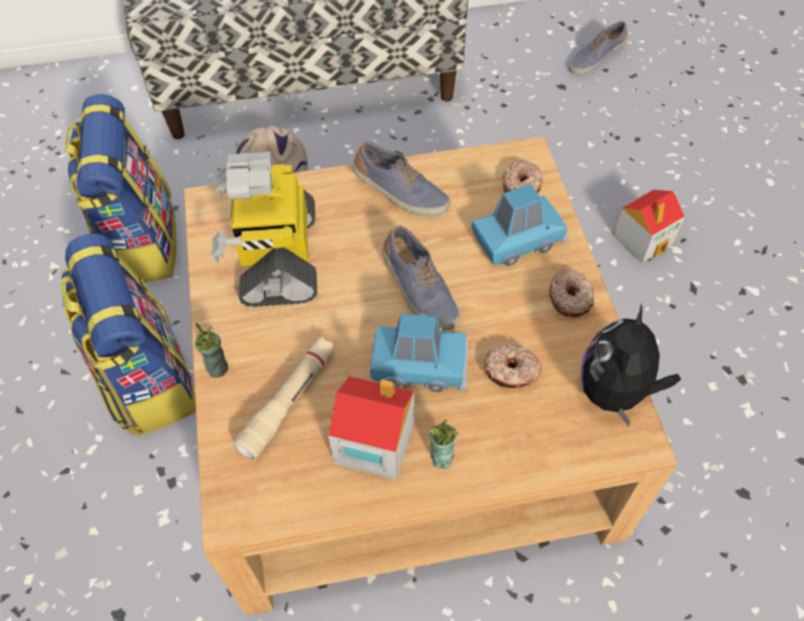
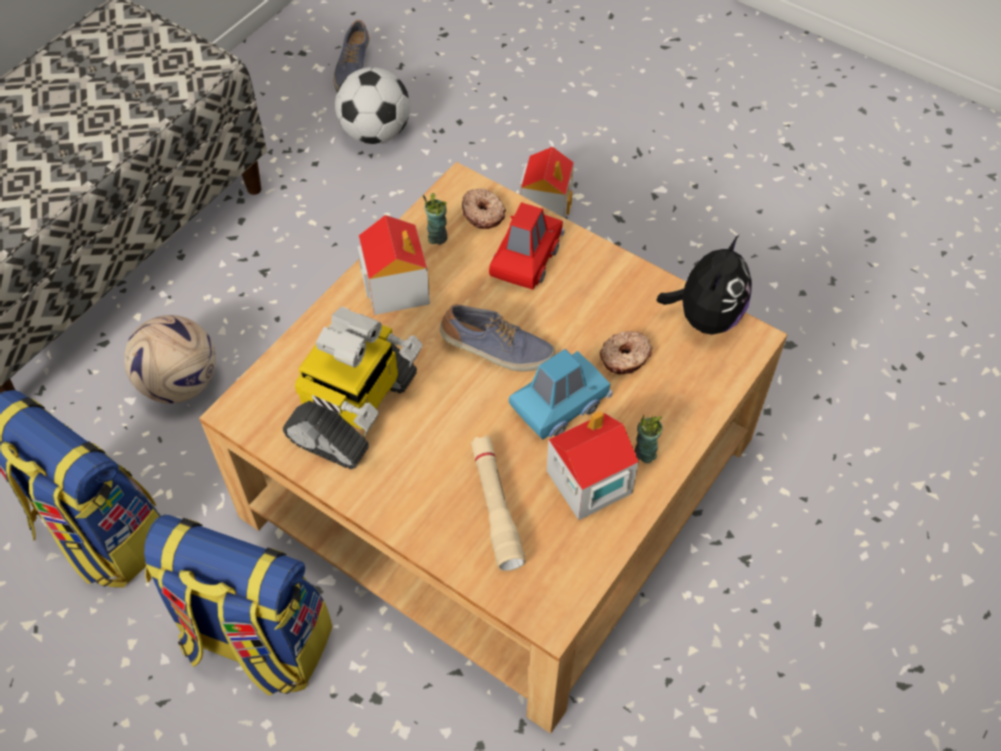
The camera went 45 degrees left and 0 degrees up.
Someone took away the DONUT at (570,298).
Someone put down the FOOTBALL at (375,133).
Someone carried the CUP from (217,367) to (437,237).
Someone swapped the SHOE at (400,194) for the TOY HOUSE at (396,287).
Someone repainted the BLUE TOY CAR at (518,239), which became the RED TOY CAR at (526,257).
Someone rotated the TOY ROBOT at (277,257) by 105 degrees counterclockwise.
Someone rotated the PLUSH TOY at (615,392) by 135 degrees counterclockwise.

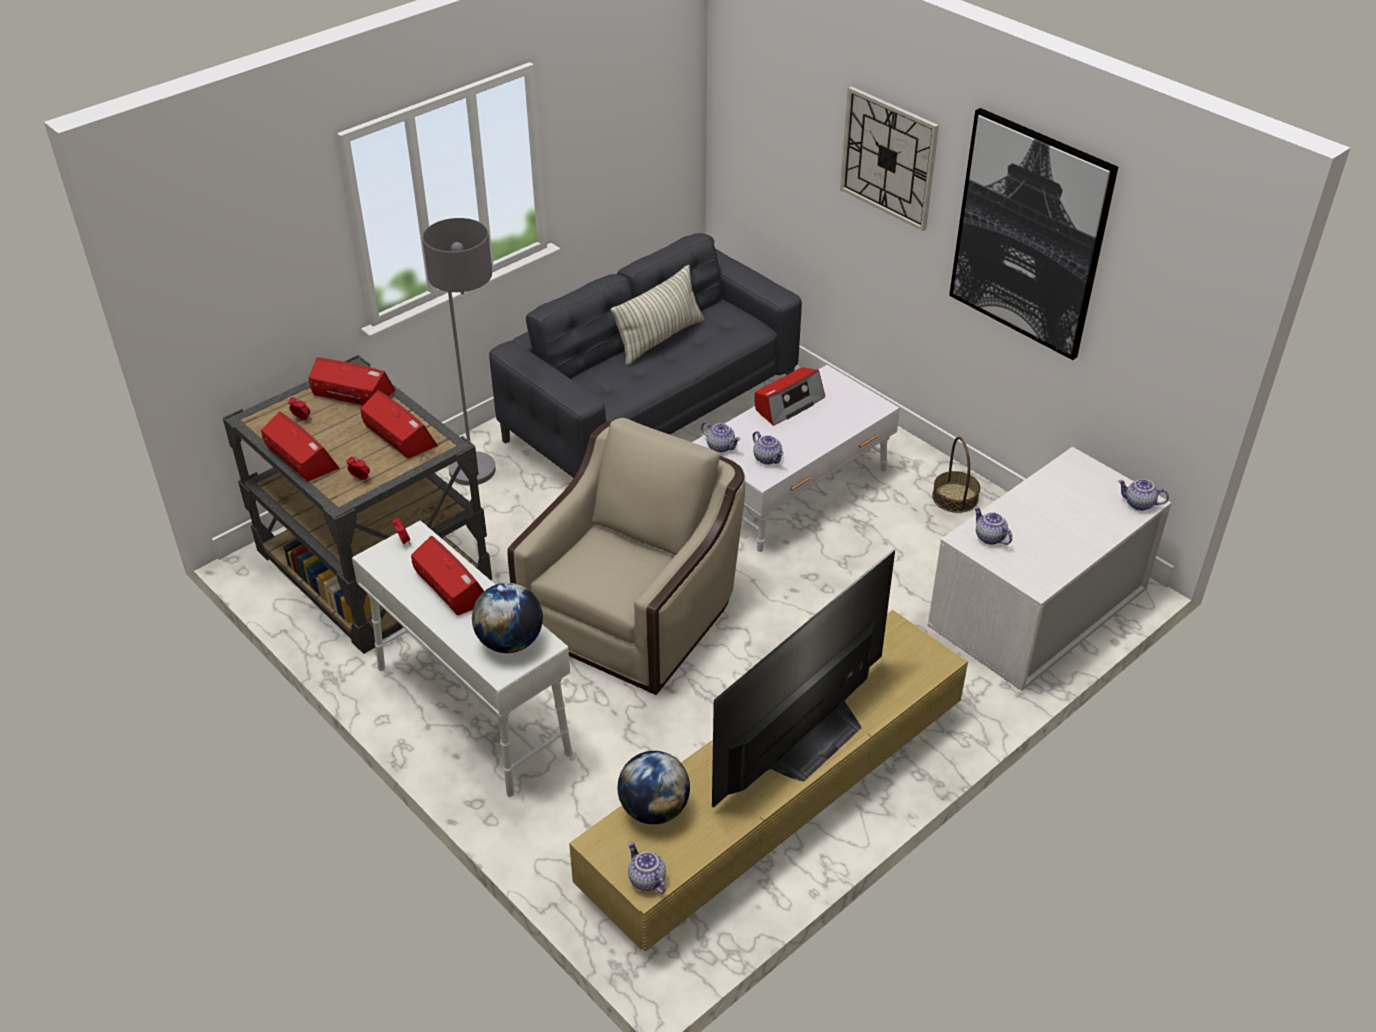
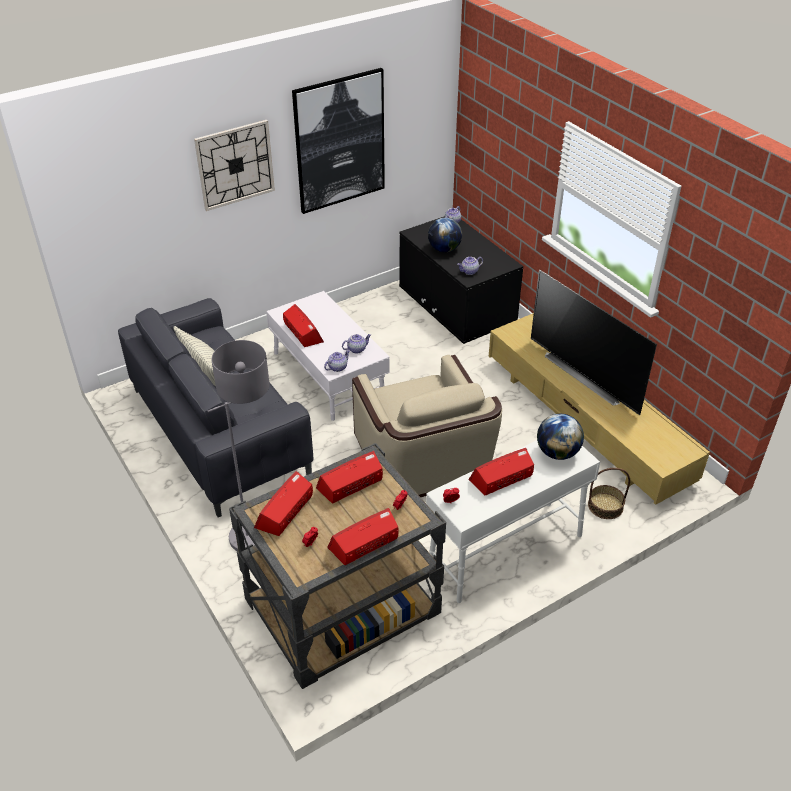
The camera went 80 degrees left and 0 degrees up.
Someone took away the TEAPOT at (646,880).
Someone carried the GLOBE from (654,809) to (444,249).
Someone carried the BASKET from (955,498) to (605,506).
Someone repainted the WHITE CABINET at (1037,607), which became the BLACK CABINET at (457,303).
Someone rotated the BEIGE ARMCHAIR at (635,608) by 150 degrees counterclockwise.

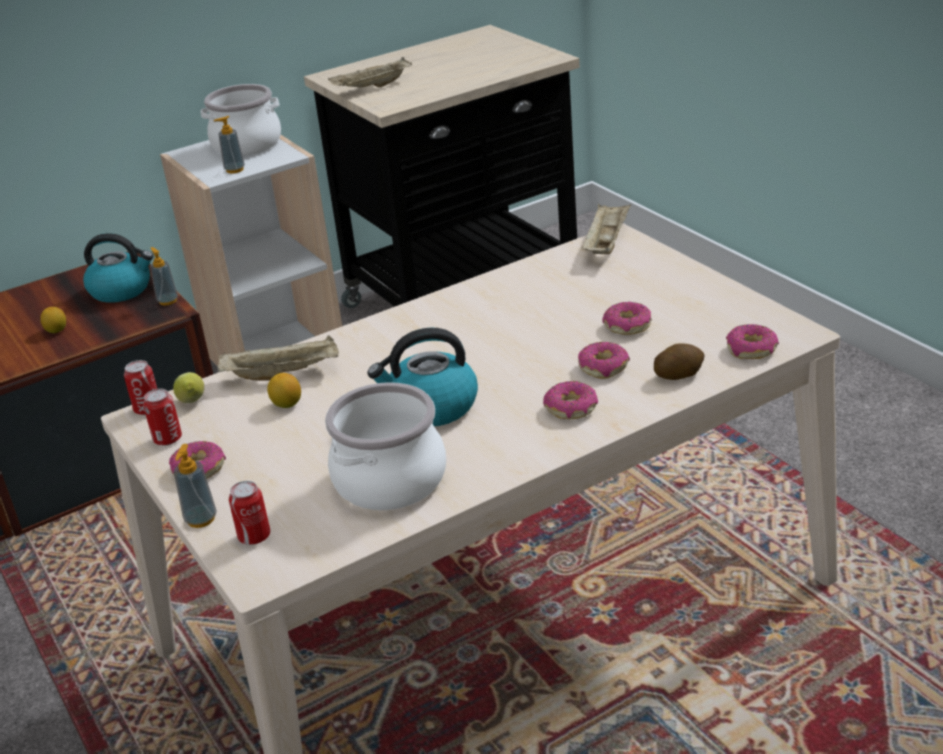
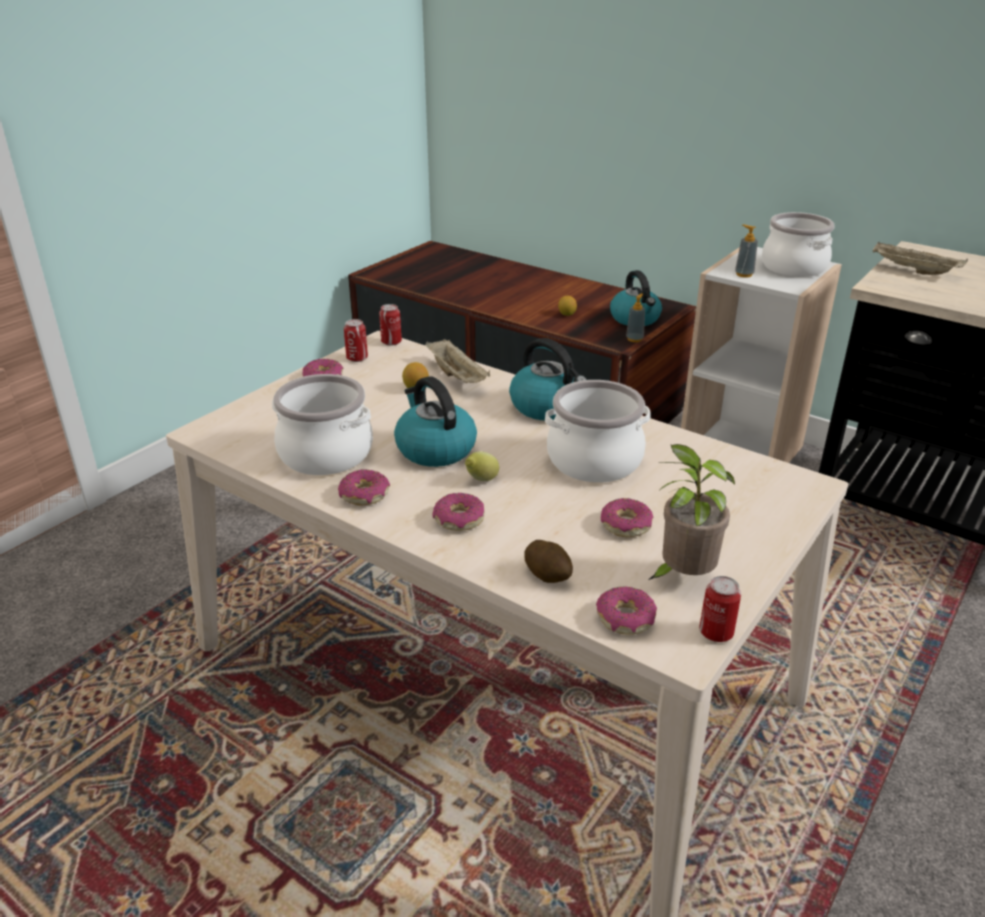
The camera went 65 degrees right and 0 degrees up.
Someone took away the SOAP DISPENSER at (201,519).
Someone took away the BEIGE TRAY at (606,243).
Someone put down the KETTLE at (548,407).
Someone put down the COOKING POT at (594,460).
Someone put down the POTTED PLANT at (682,577).
Someone carried the LEMON from (192,402) to (481,480).
Someone carried the CAN from (254,536) to (716,632).
Someone carried the DONUT from (603,367) to (365,495).

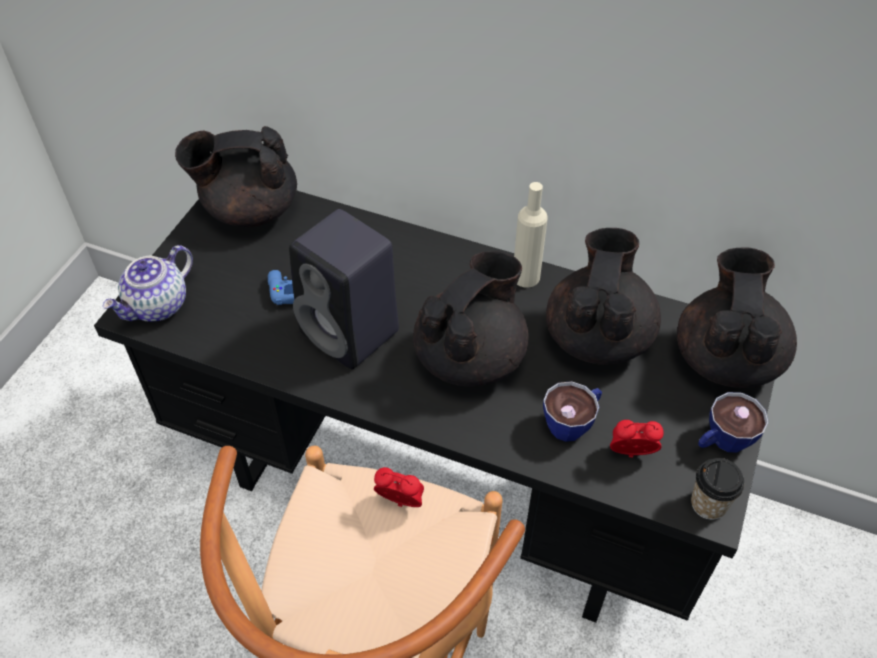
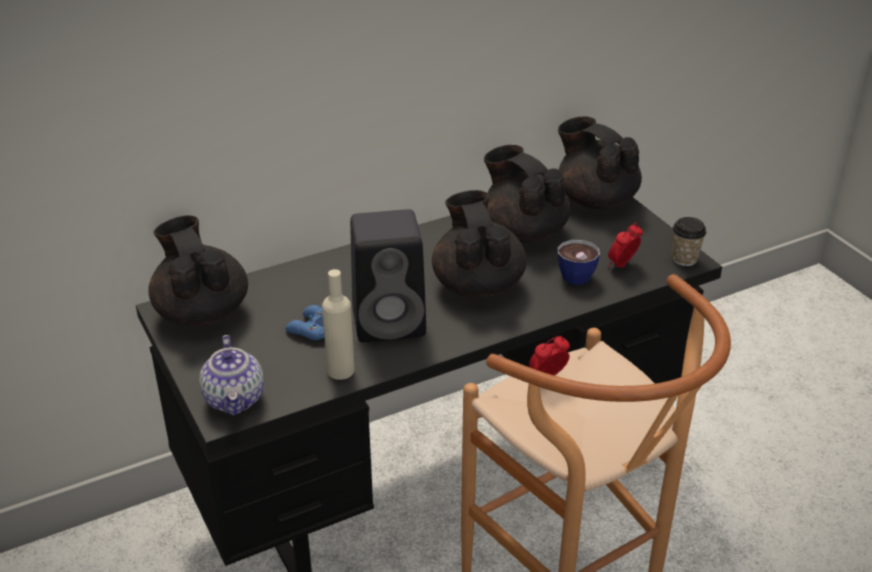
The camera went 50 degrees left and 15 degrees down.
Someone took away the CUP at (722,441).
Someone carried the BEIGE BOTTLE from (526,277) to (340,370).
Someone rotated the BLACK TEAPOT at (249,209) by 120 degrees clockwise.

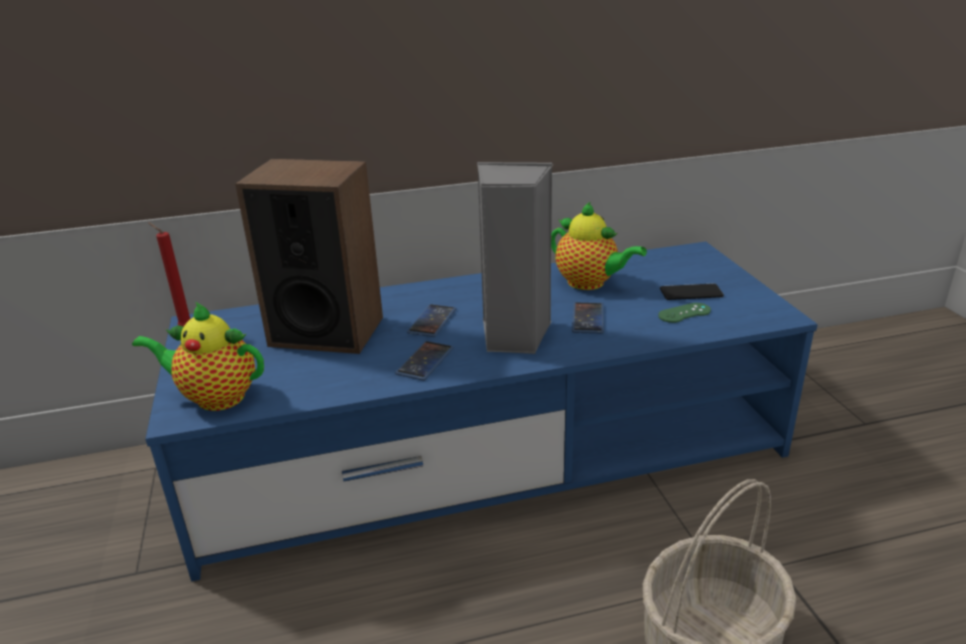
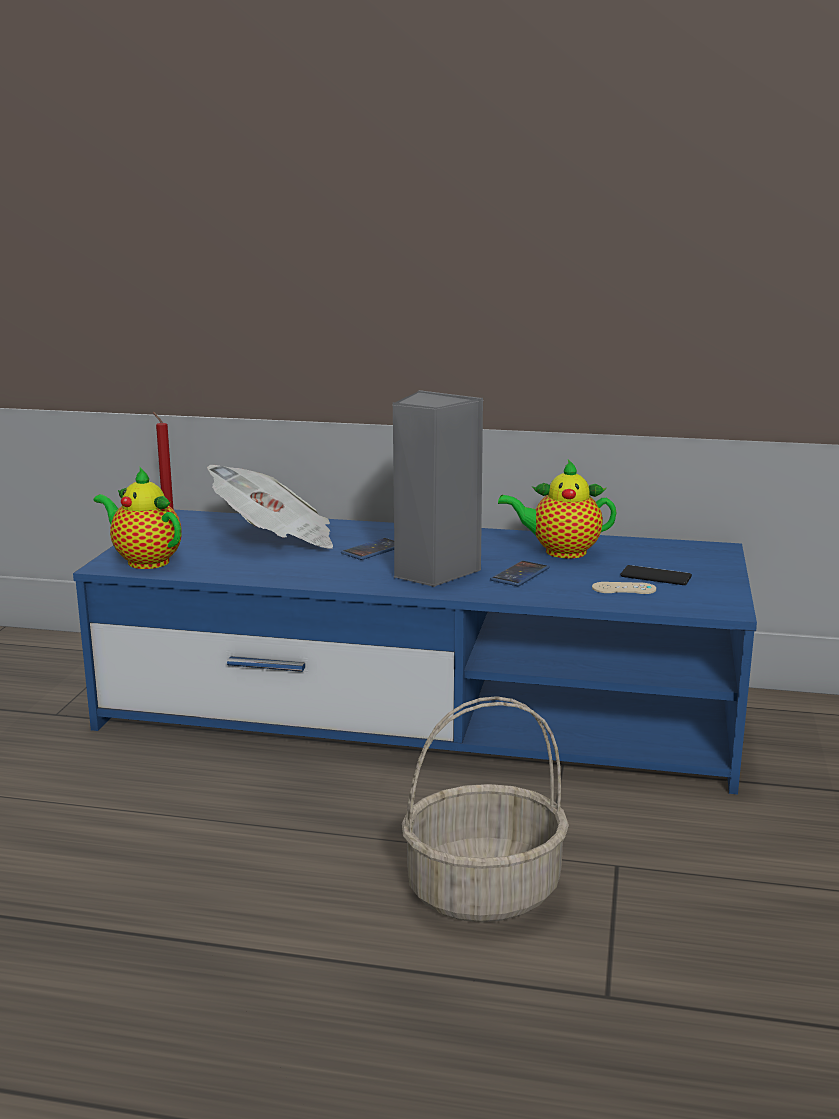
The camera went 25 degrees right and 10 degrees down.
Someone took away the PHONE at (425,361).
Someone swapped the SPEAKER at (326,331) for the NEWSPAPER at (276,539).
Someone repainted the GREEN GAME CONTROLLER at (684,313), which became the BEIGE GAME CONTROLLER at (624,588).
Someone rotated the TEAPOT at (589,283) by 120 degrees clockwise.

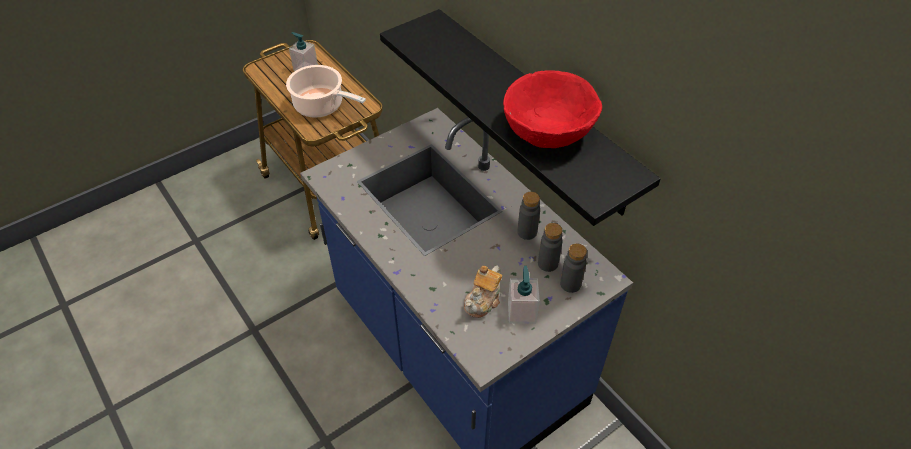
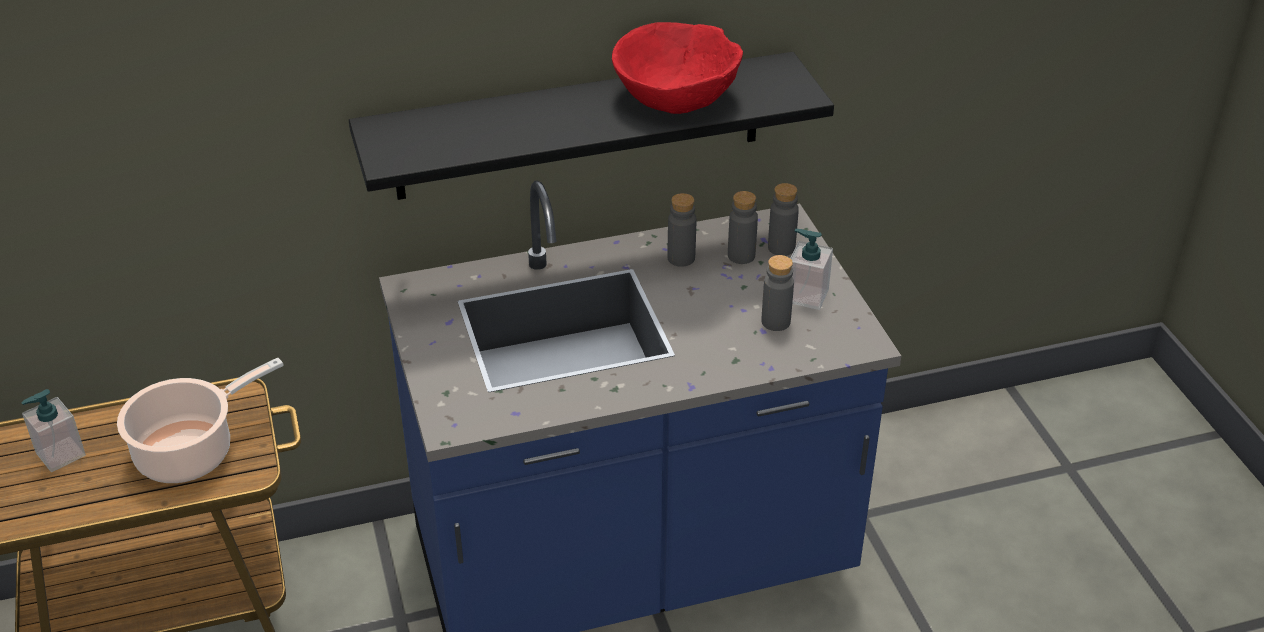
The camera went 70 degrees left and 10 degrees down.
Someone swapped the TEAPOT at (483,301) for the GREY BOTTLE at (775,322).

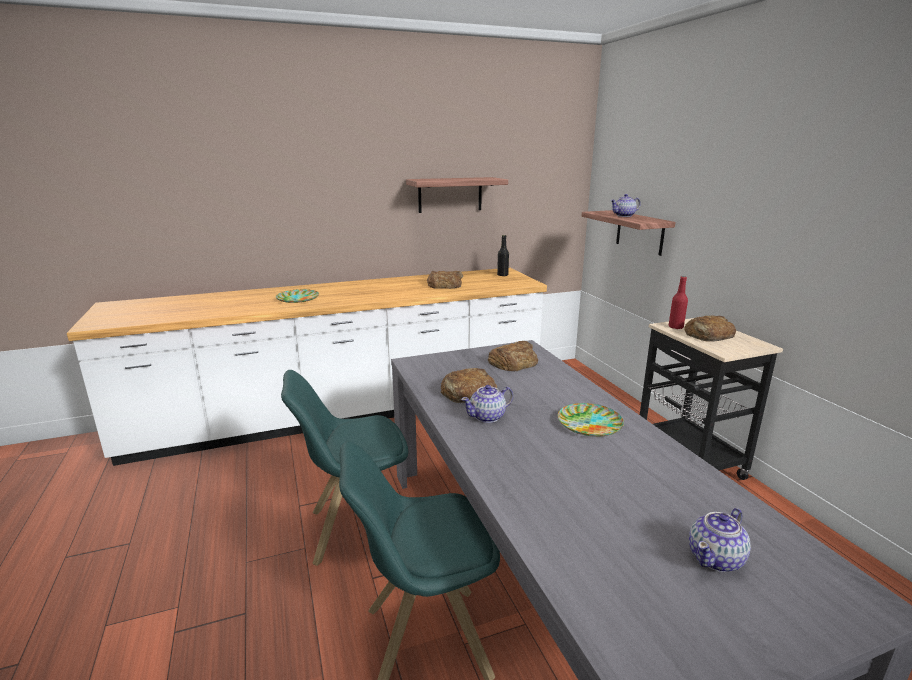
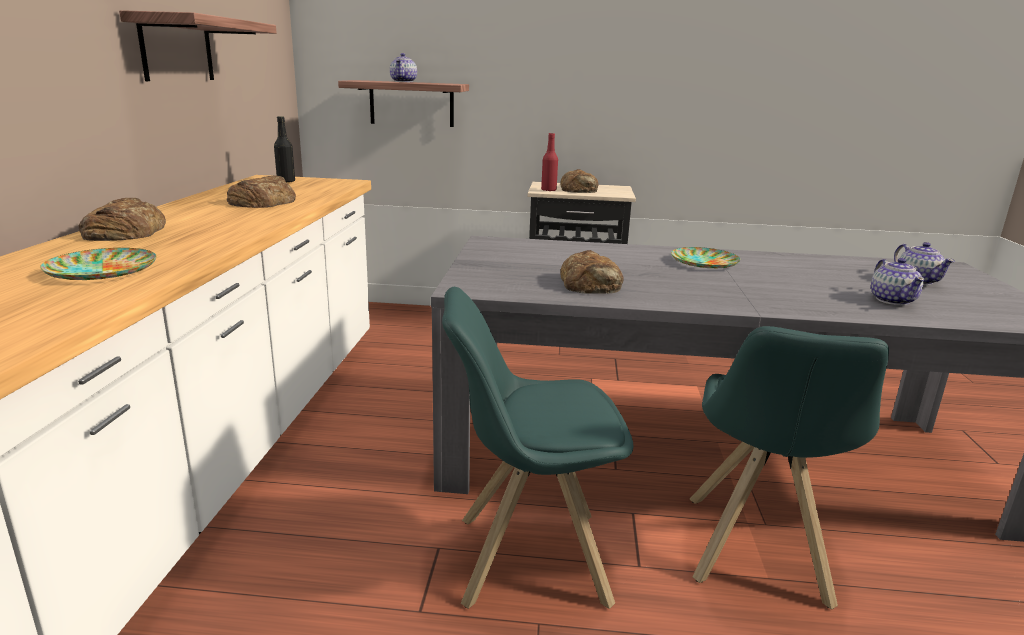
The camera went 65 degrees left and 0 degrees up.
Someone carried the TEAPOT from (488,417) to (892,300).
Someone carried the BREAD from (513,362) to (124,231).
Someone rotated the TURQUOISE CHAIR at (356,529) by 75 degrees clockwise.

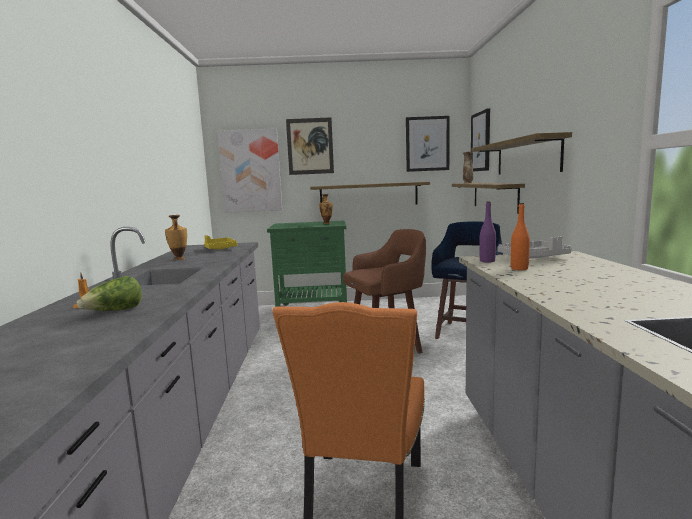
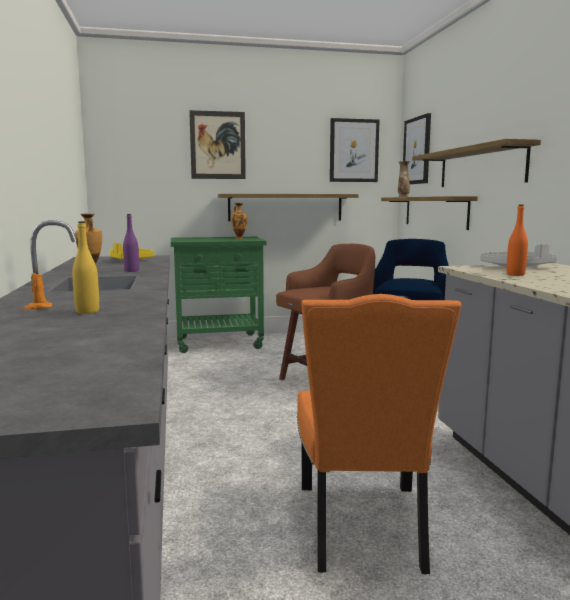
The camera went 10 degrees left and 0 degrees up.
Someone took away the PICTURE at (250,171).
Someone carried the PURPLE BOTTLE from (487,261) to (131,271).
Someone swapped the LETTUCE at (115,311) for the YELLOW BOTTLE at (87,312).

